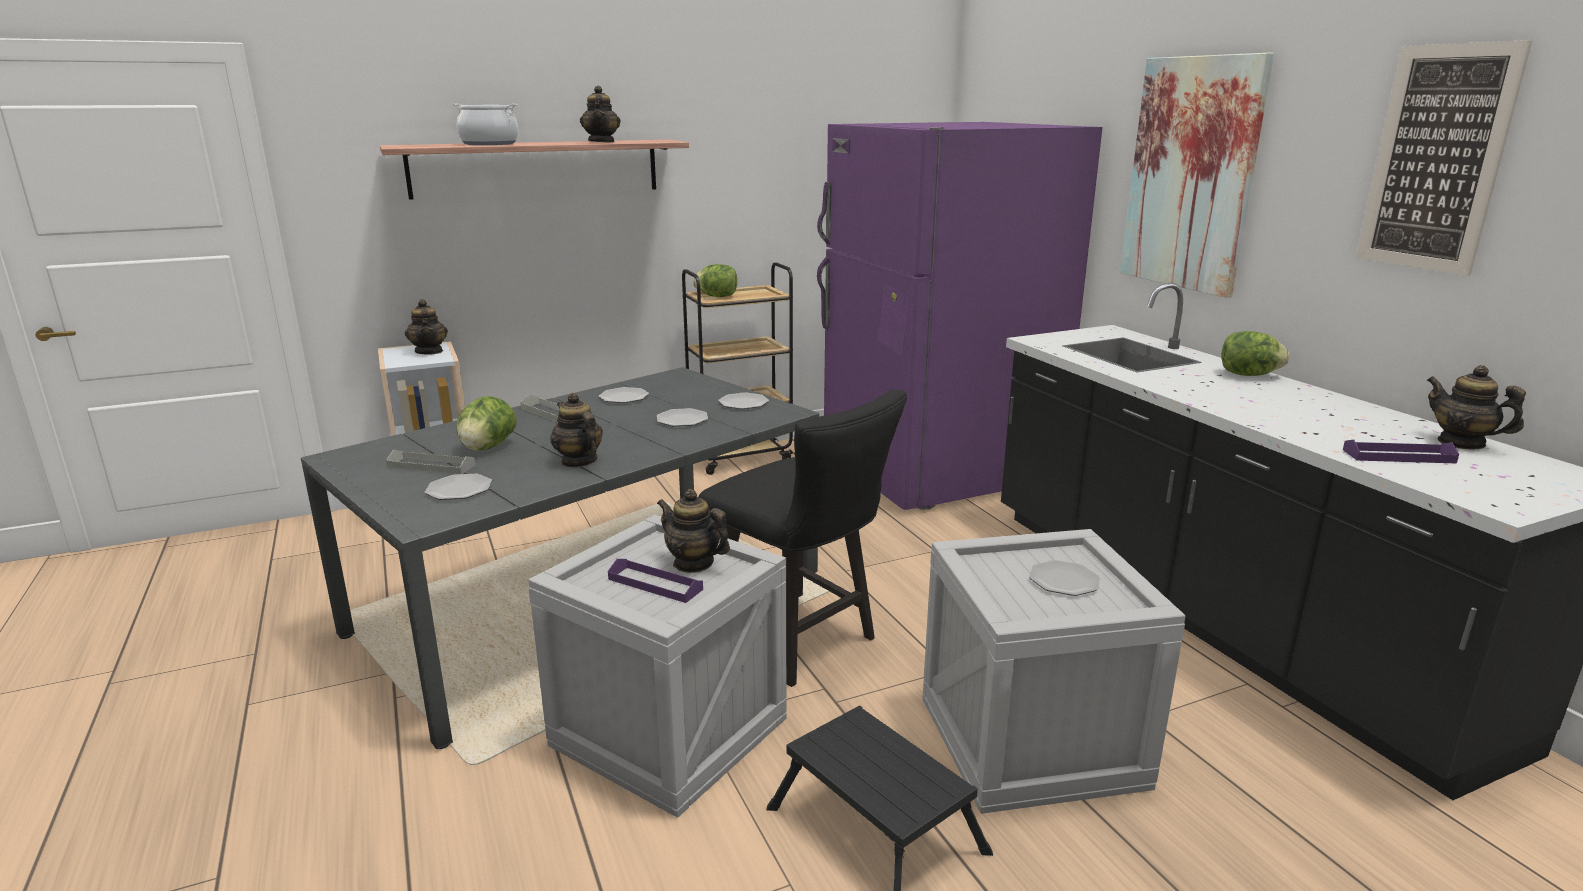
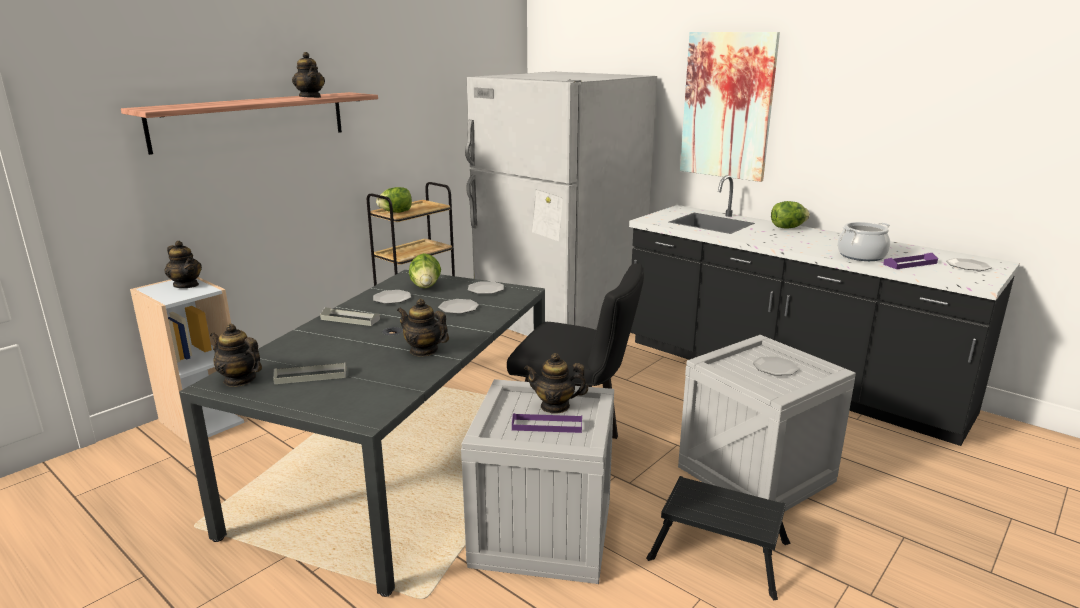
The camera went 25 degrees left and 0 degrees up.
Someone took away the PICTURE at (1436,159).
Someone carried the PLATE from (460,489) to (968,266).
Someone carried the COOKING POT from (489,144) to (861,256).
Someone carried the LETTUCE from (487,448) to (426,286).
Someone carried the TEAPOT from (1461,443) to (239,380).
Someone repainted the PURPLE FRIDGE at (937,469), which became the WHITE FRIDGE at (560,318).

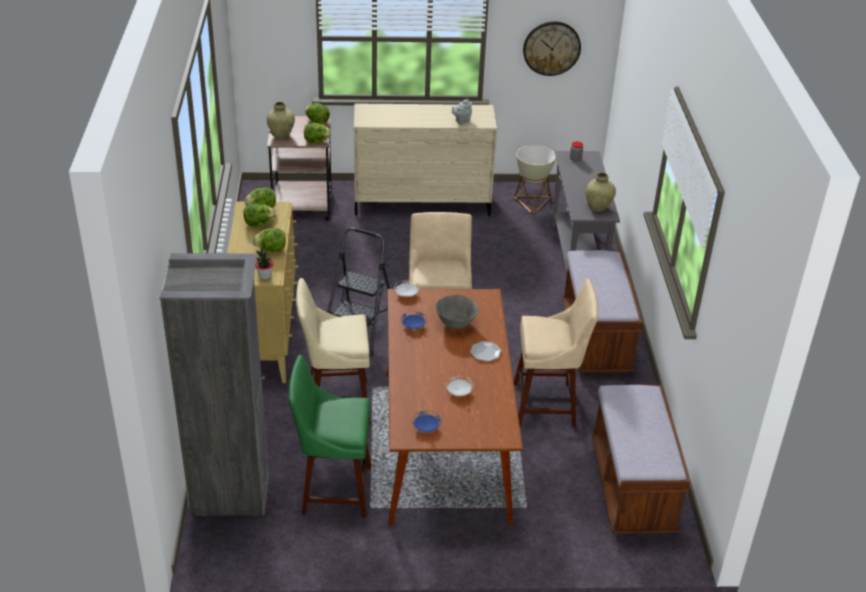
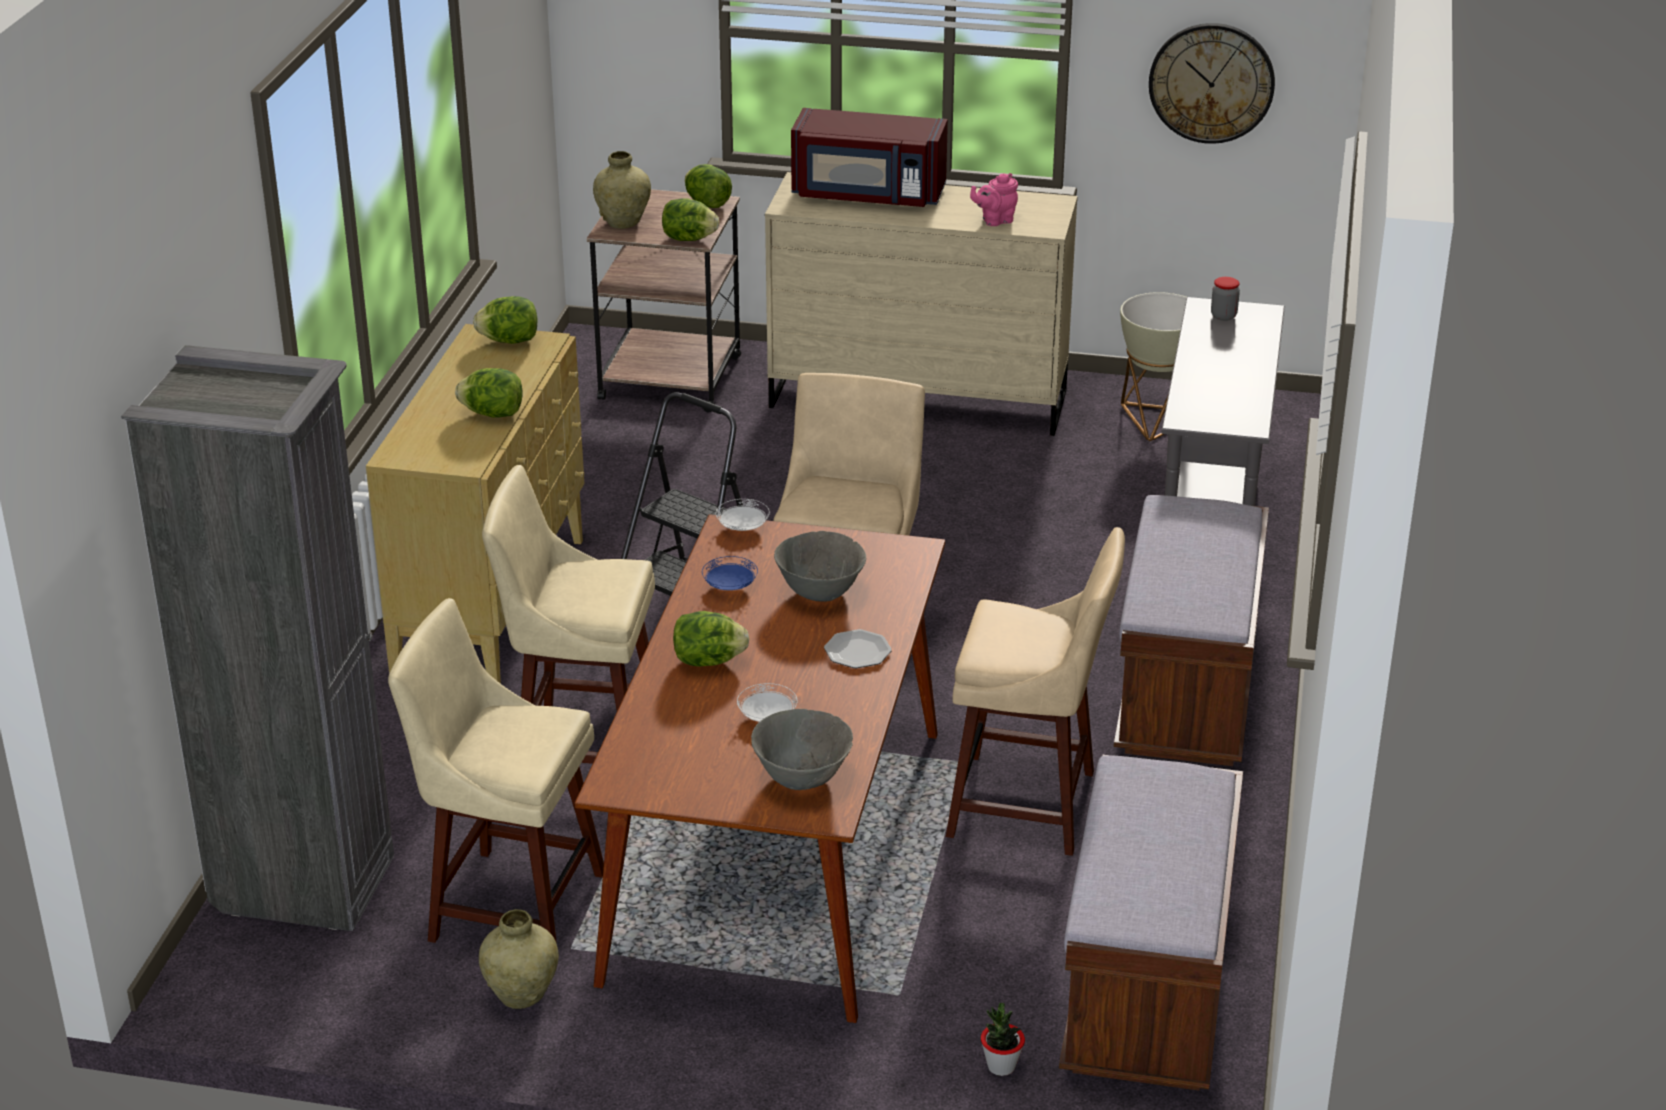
The camera went 15 degrees right and 5 degrees down.
Someone took away the BLUE PLATE at (426,427).
Someone put down the GREY BOWL at (801,777).
Someone put down the RED MICROWAVE at (868,195).
Someone carried the LETTUCE from (258,224) to (708,661).
Someone carried the POTTED PLANT from (264,276) to (1001,1066).
Someone carried the BEIGE VASE from (598,207) to (522,995).
Someone repainted the GREEN CHAIR at (332,489), which became the BEIGE CHAIR at (508,903).
Someone repainted the GREY TEAPOT at (461,121), which became the PINK TEAPOT at (995,220).

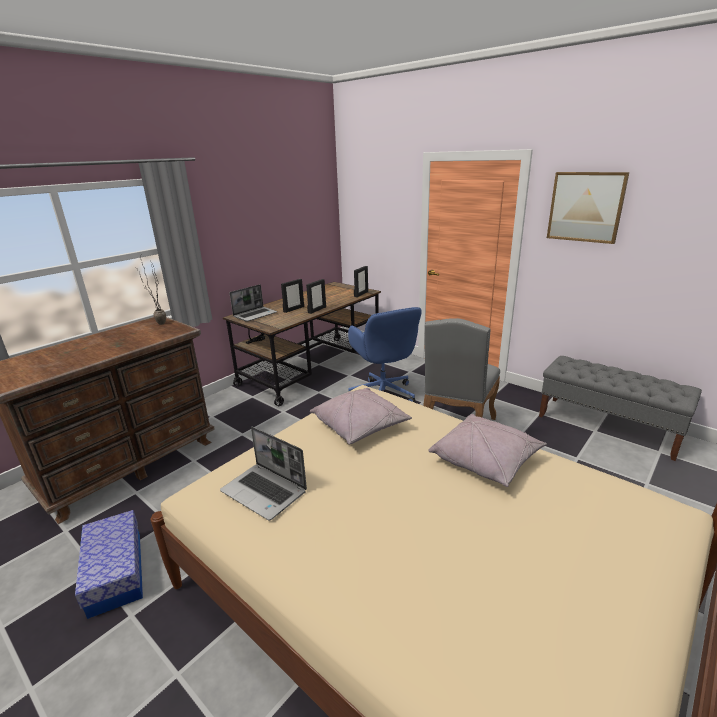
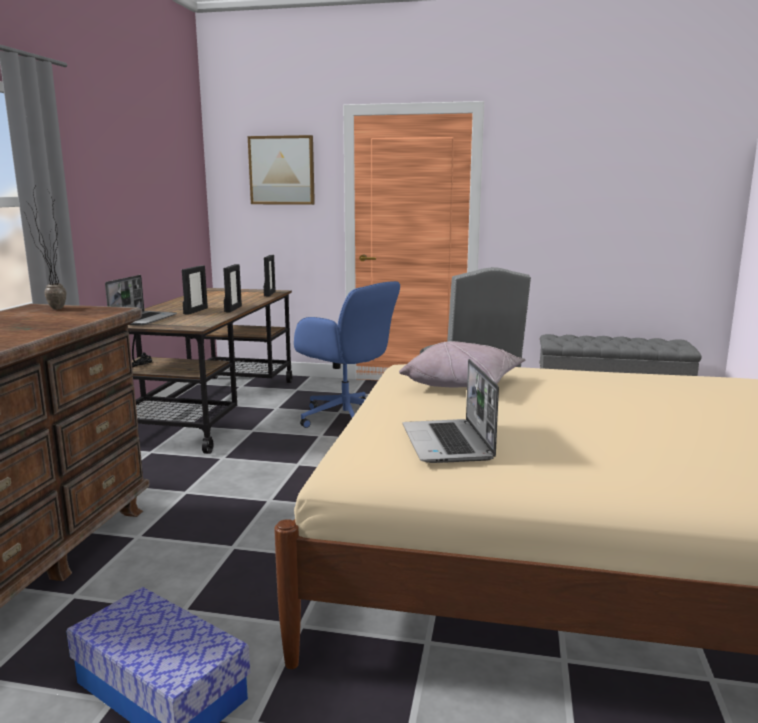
The camera went 30 degrees left and 10 degrees down.
Someone took away the PURPLE PILLOW at (486,460).
Someone carried the PICTURE from (585,207) to (282,170).
Someone rotated the LAPTOP at (265,492) by 75 degrees clockwise.

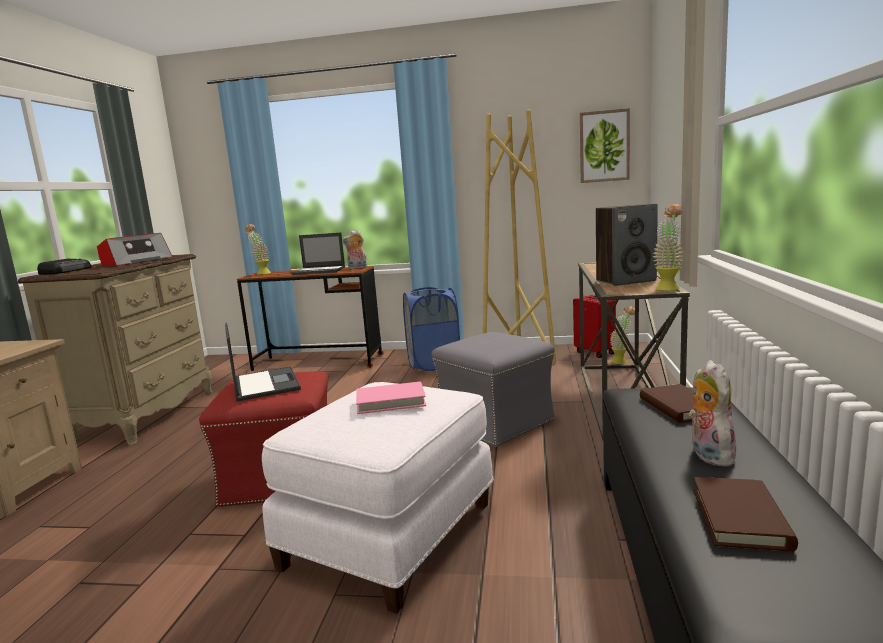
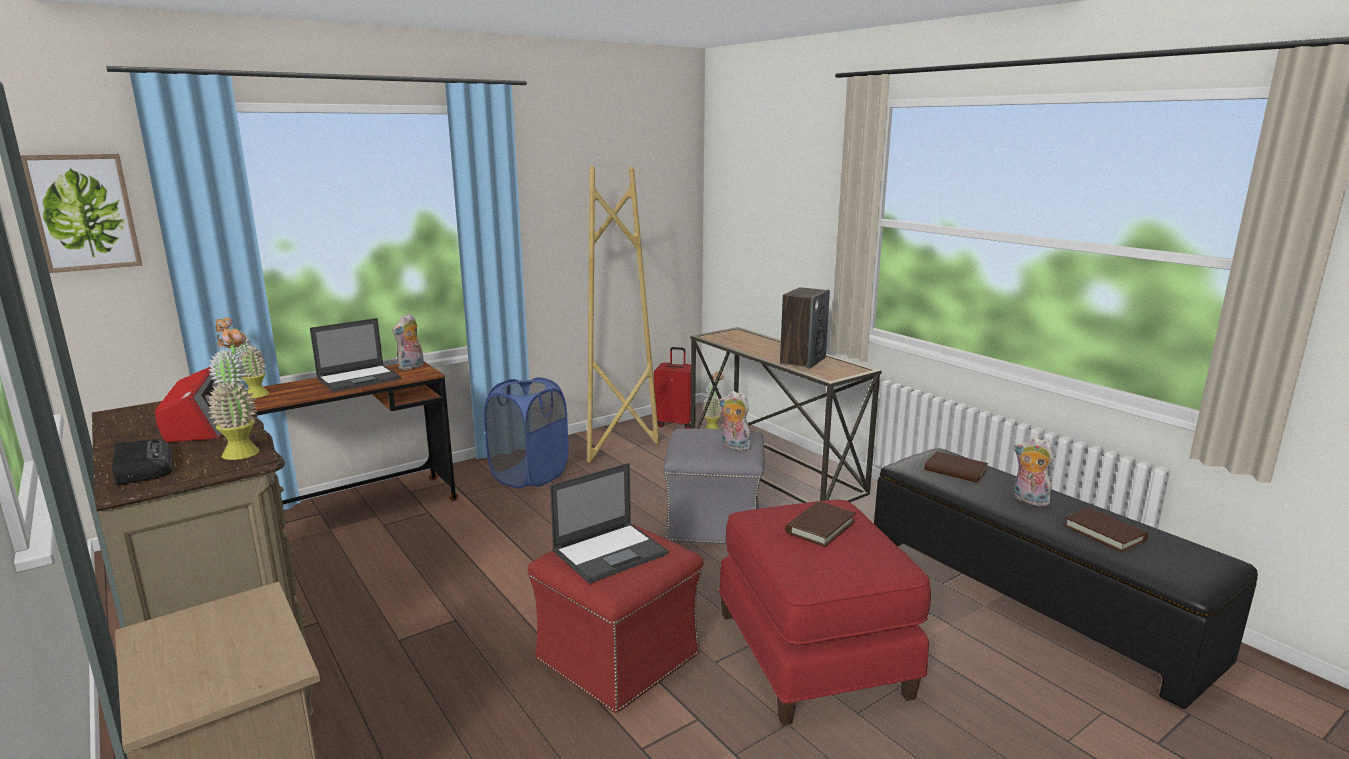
The camera went 45 degrees left and 5 degrees up.
Someone put down the PLUSH TOY at (734,447).
Someone carried the PICTURE from (604,146) to (83,212).
Someone carried the POTTED PLANT from (668,287) to (243,450).
Someone repainted the WHITE OTTOMAN at (392,535), which became the RED OTTOMAN at (814,653).
Someone repainted the PINK BOOK at (390,401), which became the BROWN BOOK at (820,527).
Someone rotated the LAPTOP at (265,384) by 120 degrees clockwise.

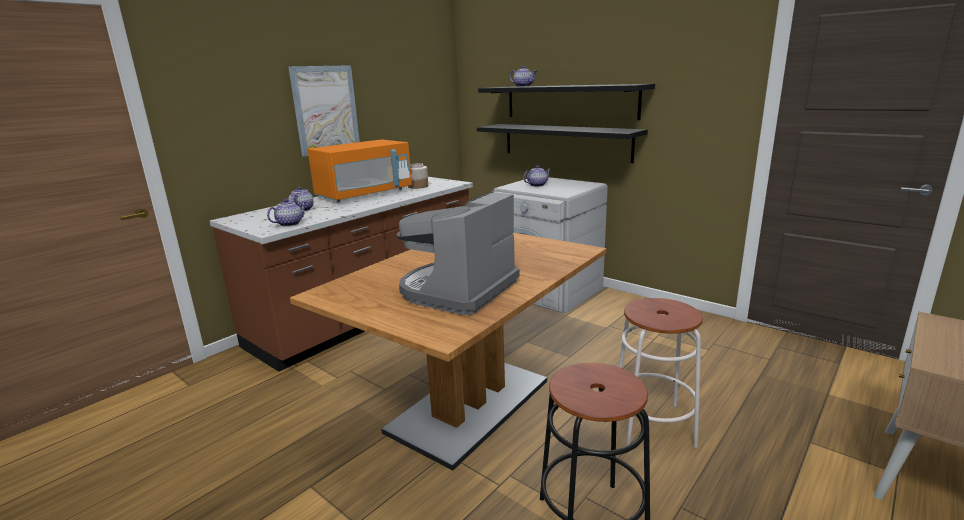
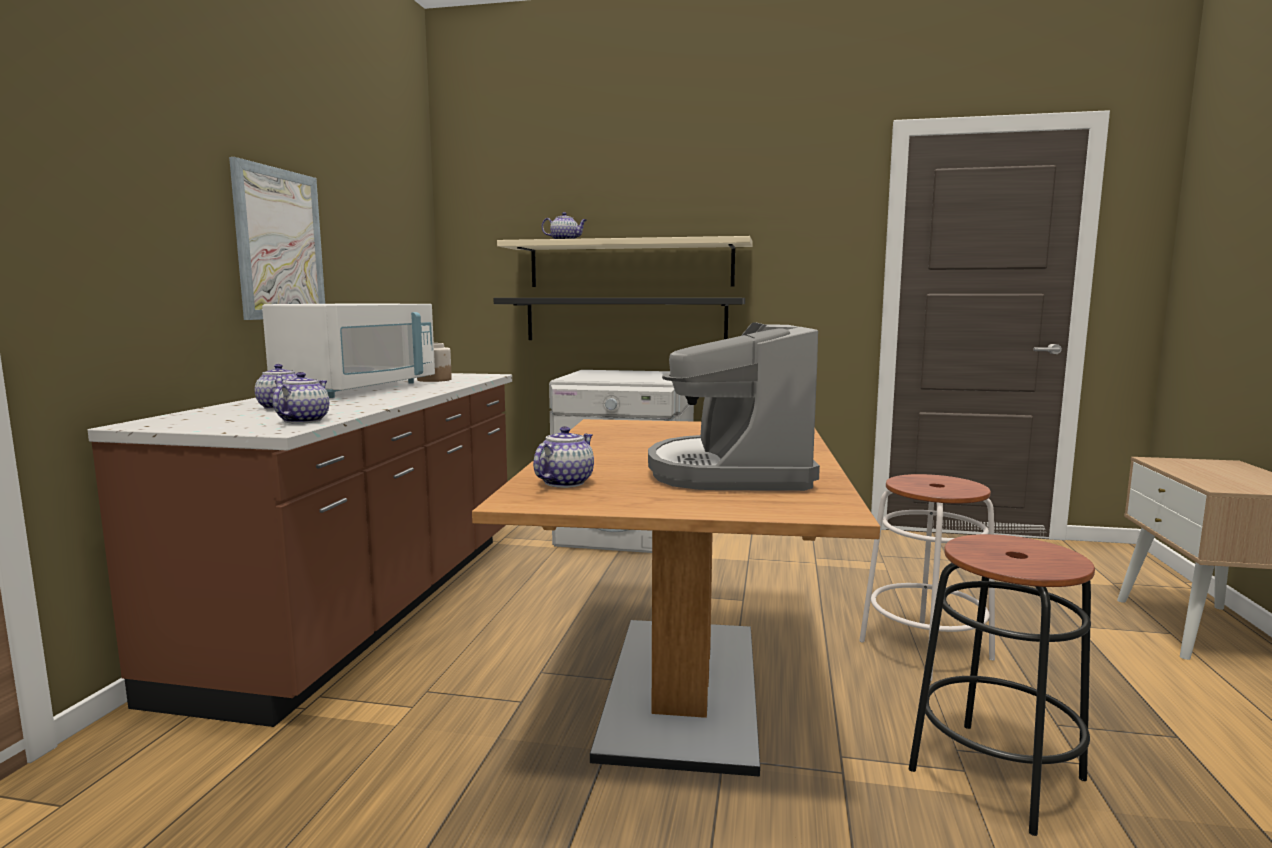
The camera went 30 degrees left and 10 degrees down.
Someone carried the TEAPOT from (537,185) to (565,482).
Someone repainted the ORANGE MICROWAVE at (364,194), which became the WHITE MICROWAVE at (359,389).
Someone repainted the BLACK SHELF at (569,102), which became the BEIGE SHELF at (630,264).

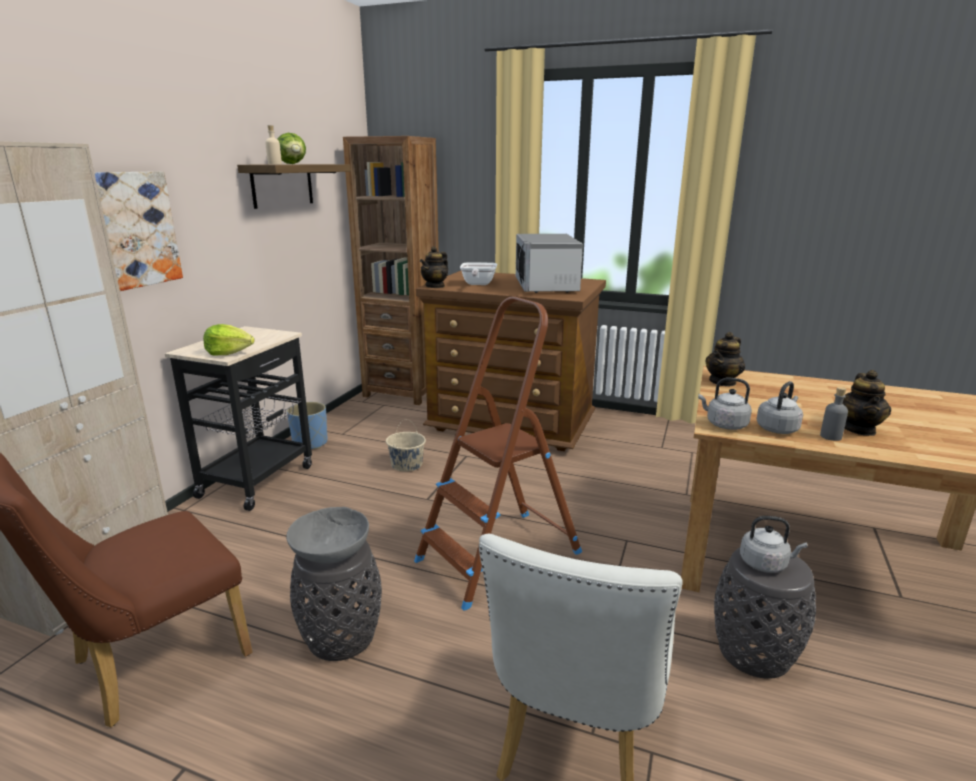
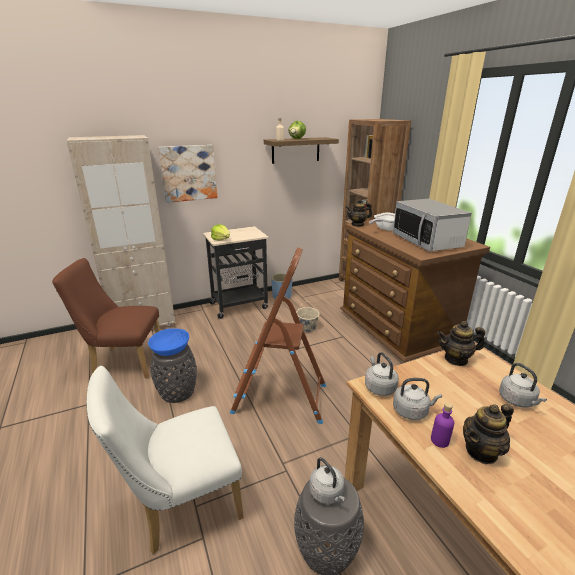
The camera went 45 degrees right and 5 degrees up.
Someone put down the GREY KETTLE at (517,401).
Someone repainted the GREY BOWL at (330,550), which became the BLUE BOWL at (170,349).
Someone repainted the GREY BOTTLE at (830,436), which became the PURPLE BOTTLE at (439,440).
Someone rotated the MICROWAVE at (546,286) by 60 degrees counterclockwise.

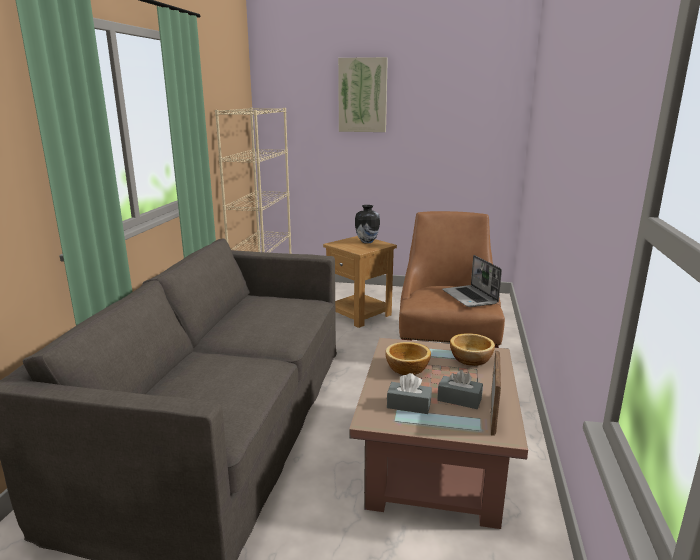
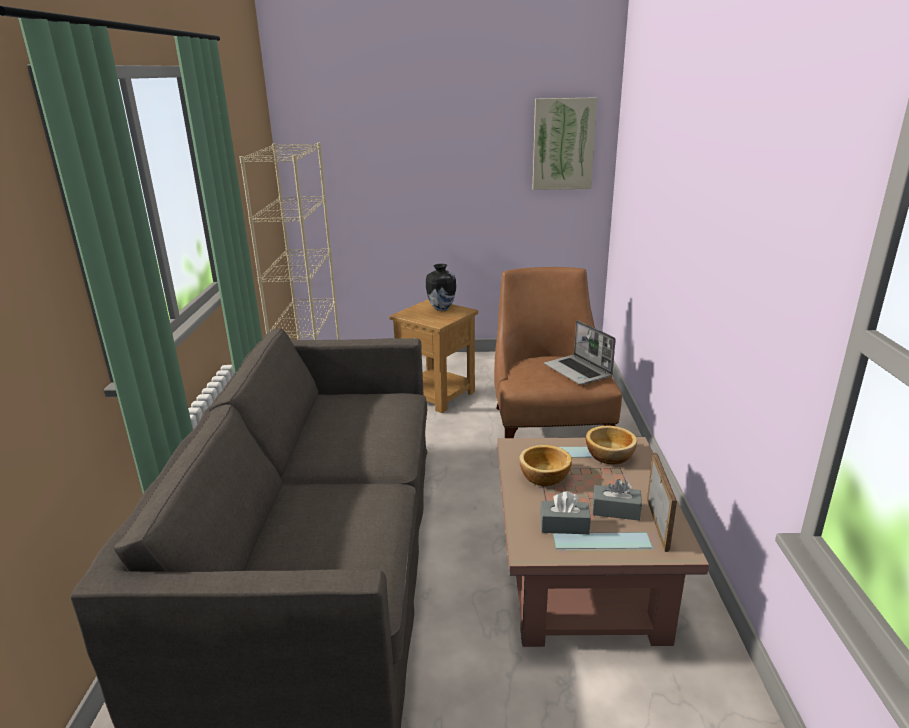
The camera went 10 degrees left and 5 degrees up.
Someone carried the PICTURE from (362,95) to (563,144).

